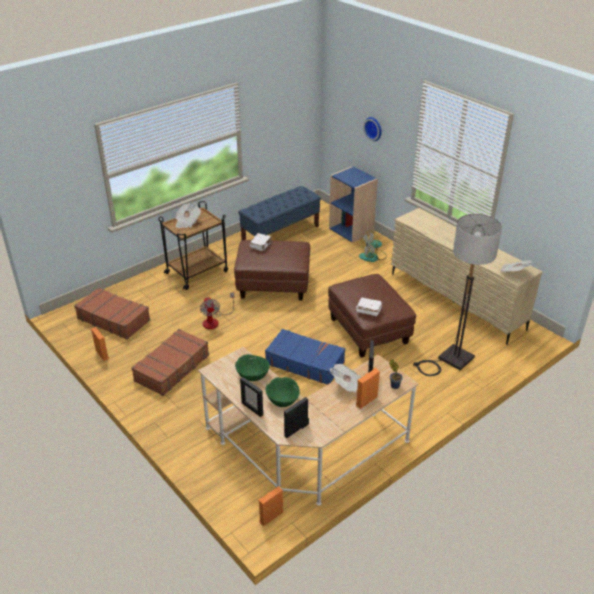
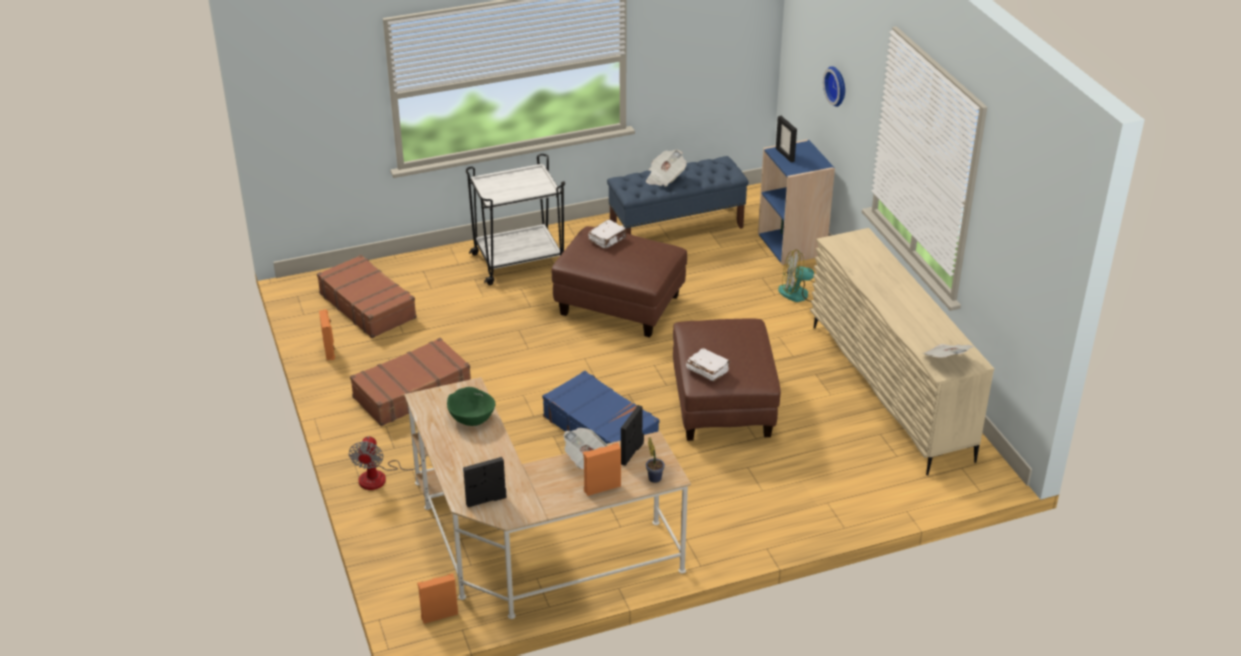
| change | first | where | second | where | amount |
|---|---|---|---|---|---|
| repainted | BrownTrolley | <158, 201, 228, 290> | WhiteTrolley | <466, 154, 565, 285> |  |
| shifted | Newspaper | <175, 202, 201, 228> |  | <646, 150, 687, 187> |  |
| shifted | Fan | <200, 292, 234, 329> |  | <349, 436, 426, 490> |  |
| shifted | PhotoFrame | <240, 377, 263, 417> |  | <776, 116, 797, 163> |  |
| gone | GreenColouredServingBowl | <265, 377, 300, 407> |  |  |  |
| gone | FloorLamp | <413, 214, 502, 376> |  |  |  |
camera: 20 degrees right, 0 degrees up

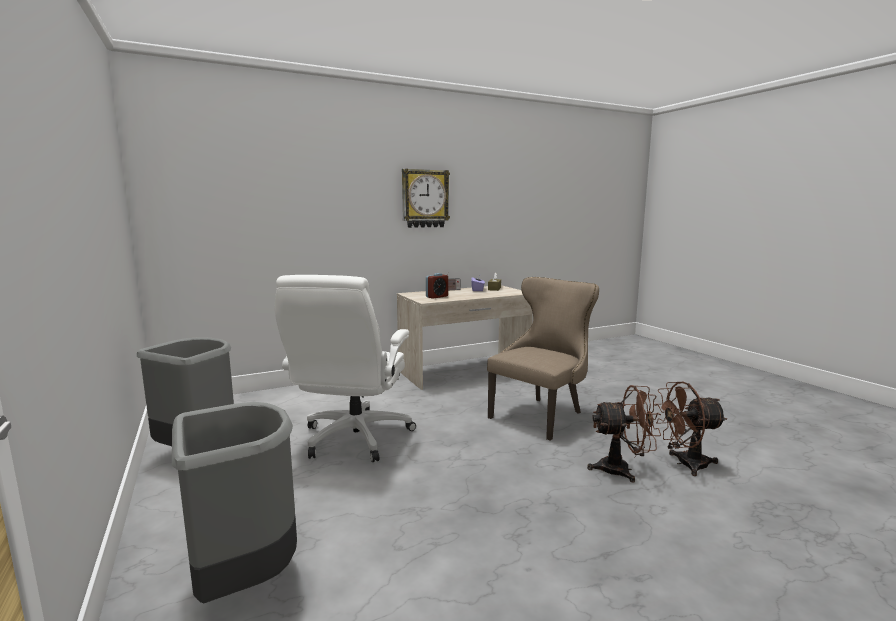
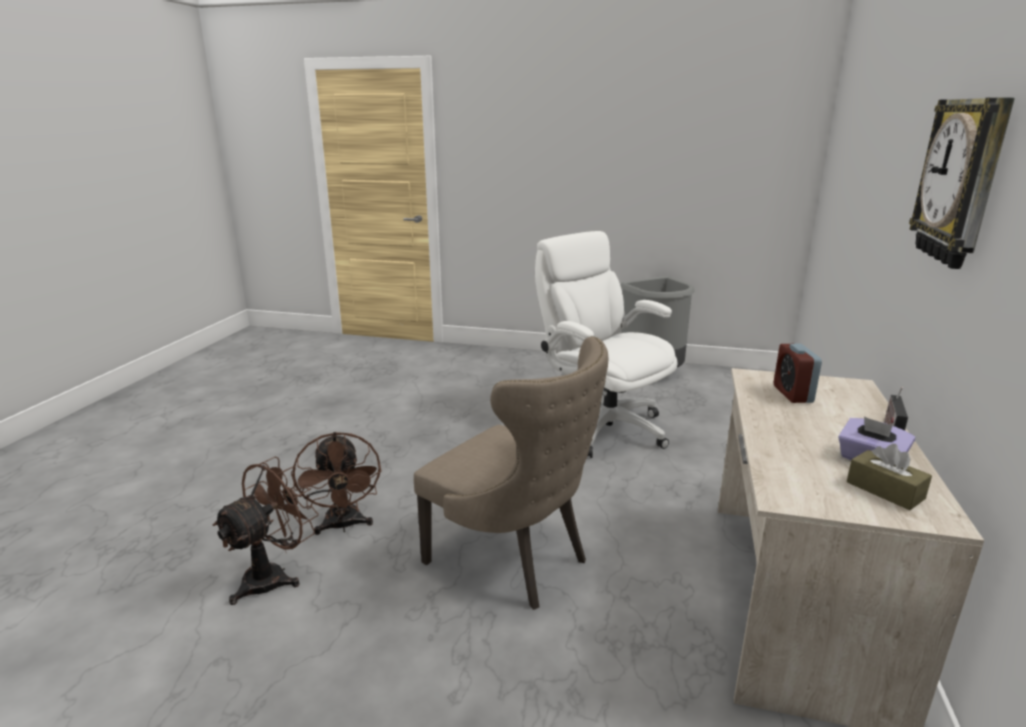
| change | first | where | second | where | amount |
|---|---|---|---|---|---|
| gone | GreyTrashCan | <172, 402, 297, 604> |  |  |  |
| rotated | SandColouredPlainChair | <487, 277, 599, 441> |  | <414, 336, 608, 610> | 45 degrees counterclockwise |
| rotated | BrownFan | <587, 385, 661, 482> |  | <293, 432, 382, 535> | 60 degrees counterclockwise |
camera: 130 degrees right, 10 degrees up

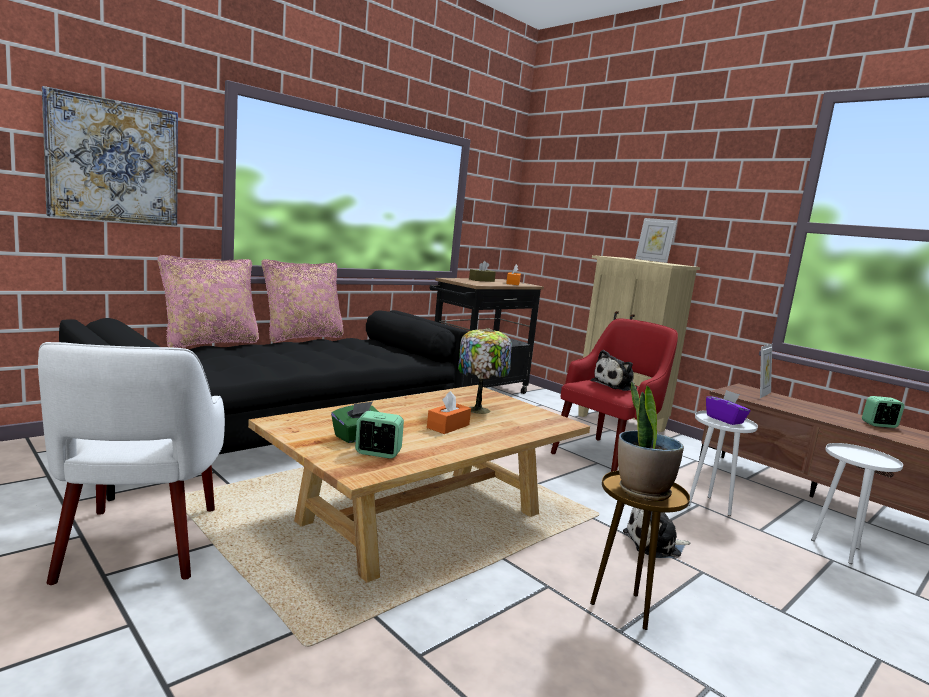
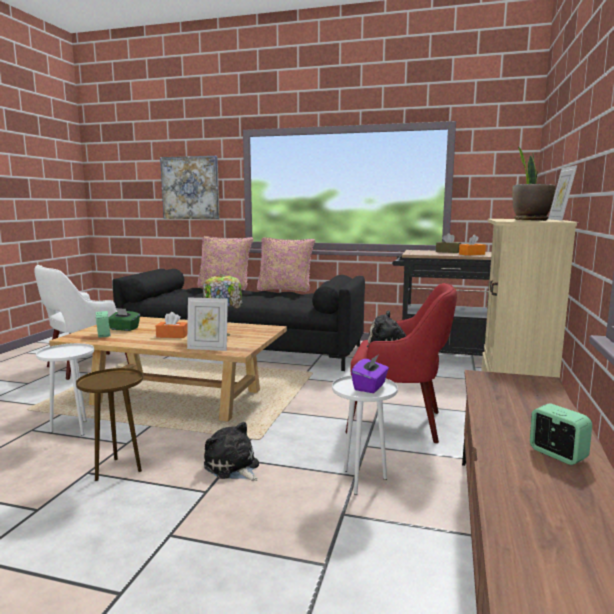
| change | first | where | second | where | amount |
|---|---|---|---|---|---|
| shifted | Houseplant | <618, 382, 684, 502> |  | <512, 146, 556, 221> |  |
| shifted | PhotoFrame | <760, 344, 772, 398> |  | <187, 297, 228, 351> |  |
| shifted | WhiteSideTable | <811, 443, 903, 564> |  | <36, 343, 94, 435> |  |
camera: 60 degrees right, 0 degrees up

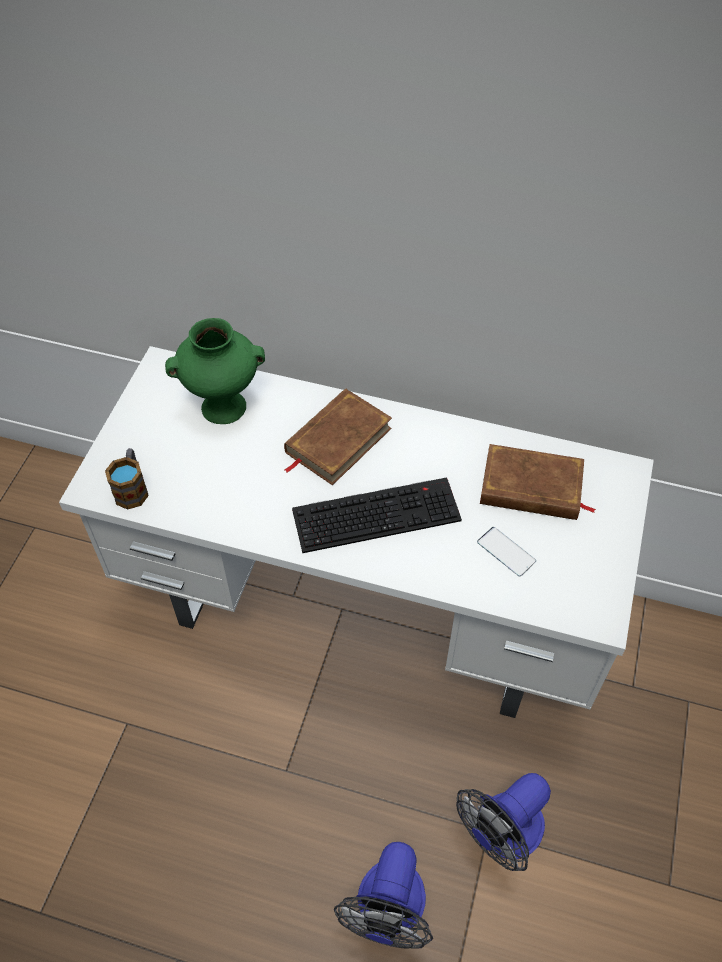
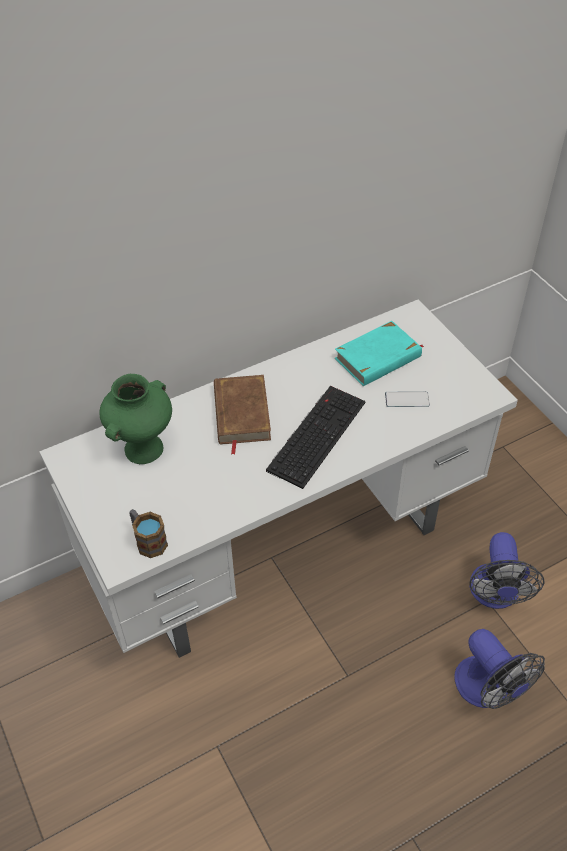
| change | first | where | second | where | amount |
|---|---|---|---|---|---|
| repainted | BrownBook | <480, 444, 596, 520> | TurquoiseColouredBook | <335, 321, 424, 386> |  |
camera: 45 degrees left, 5 degrees down

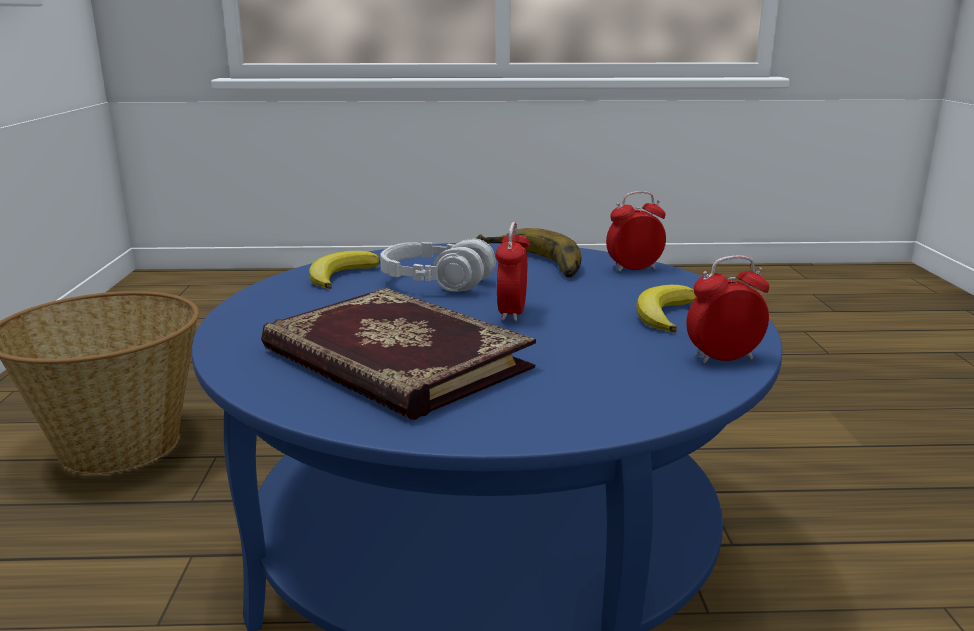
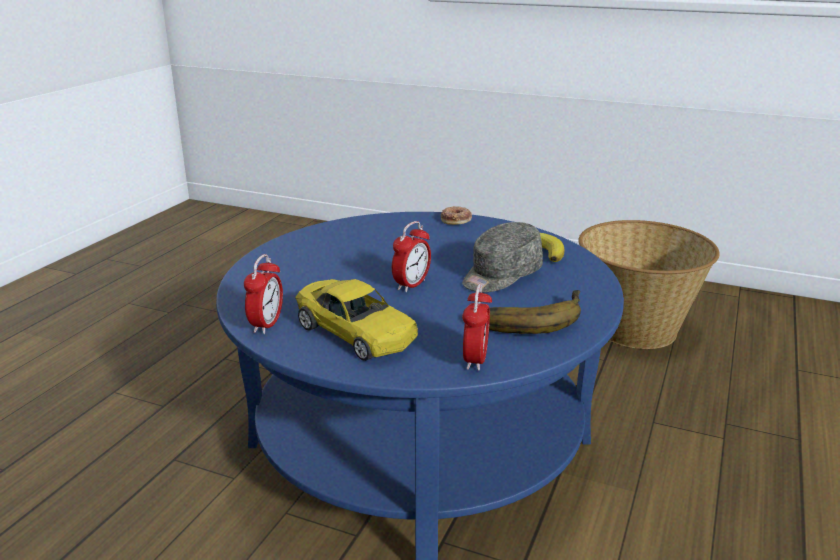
| change | first | where | second | where | amount |
|---|---|---|---|---|---|
| gone | Book | <261, 288, 536, 420> |  |  |  |
| swapped | GreyHeadphones | <380, 239, 496, 292> | GreyBaseballCap | <462, 222, 543, 292> |  |
| rotated | BedsideClock | <495, 222, 530, 321> |  | <392, 221, 431, 292> | 90 degrees clockwise |
| swapped | WholeBanana | <636, 285, 696, 333> | YellowModelCar | <295, 279, 418, 361> |  |
| new |  |  | Doughnut | <441, 206, 472, 225> |  |
camera: 115 degrees right, 5 degrees up

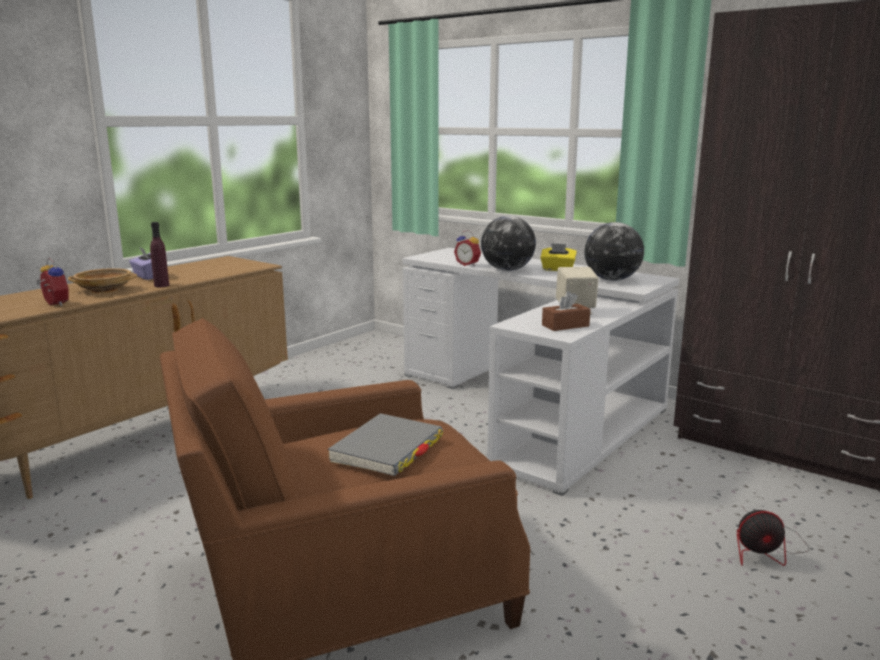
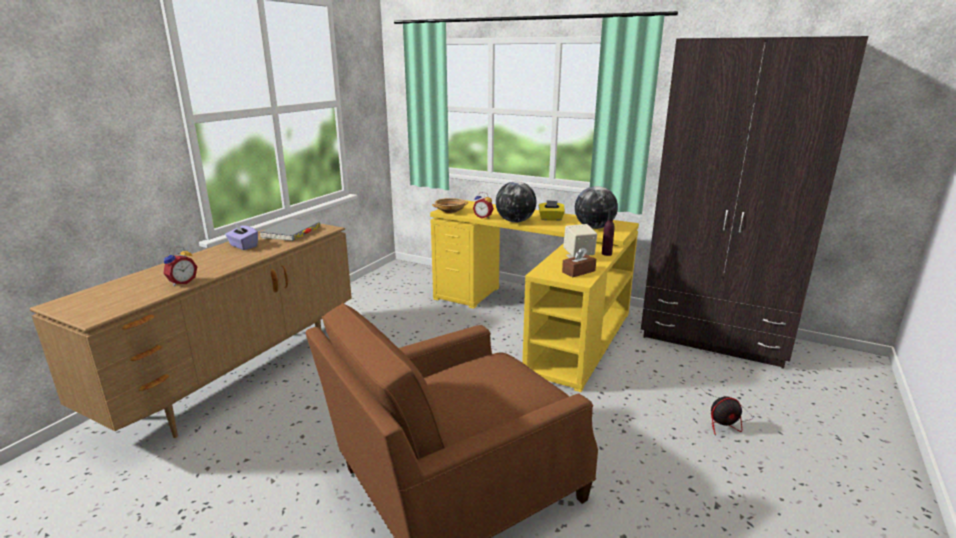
| change | first | where | second | where | amount |
|---|---|---|---|---|---|
| rotated | BedsideClock | <36, 258, 69, 306> |  | <163, 247, 197, 286> | 90 degrees clockwise |
| shifted | SandColouredServingBowl | <68, 268, 137, 293> |  | <432, 198, 468, 213> |  |
| shifted | PurplishDrinkBottle | <150, 222, 169, 287> |  | <602, 209, 614, 256> |  |
| shifted | GreyBook | <328, 413, 443, 476> |  | <260, 219, 321, 241> |  |
| repainted | WhiteDeskTable | <403, 248, 679, 496> | YellowDeskTable | <430, 200, 639, 392> |  |
camera: 10 degrees left, 5 degrees up

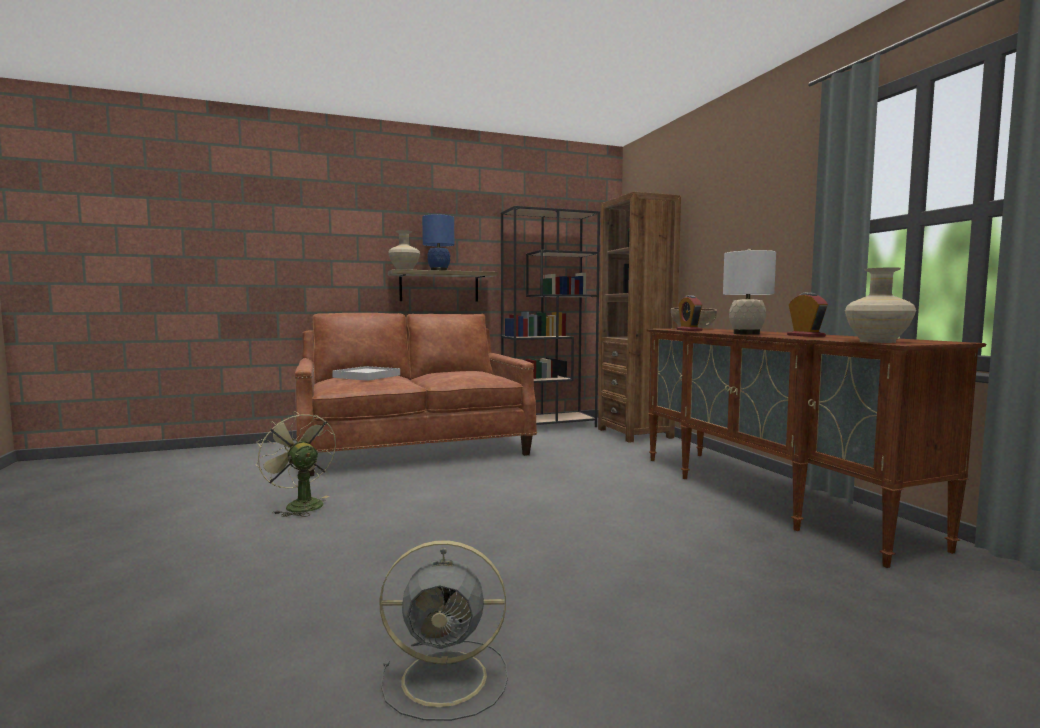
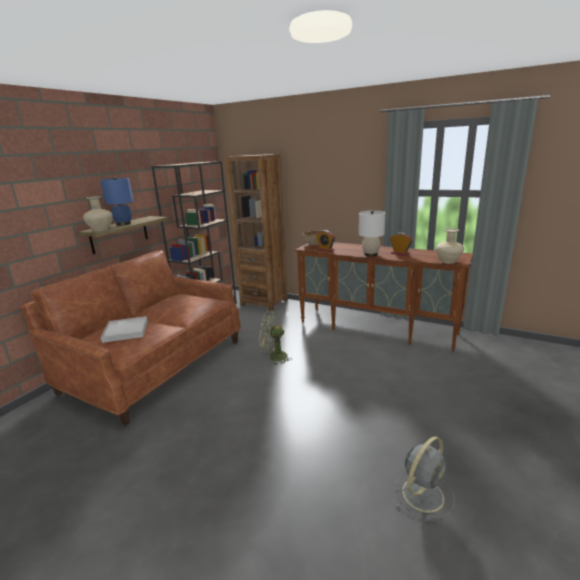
| change | first | where | second | where | amount |
|---|---|---|---|---|---|
| shifted | GreenColouredFan | <255, 411, 336, 517> |  | <259, 310, 290, 365> |  |
camera: 40 degrees left, 15 degrees up

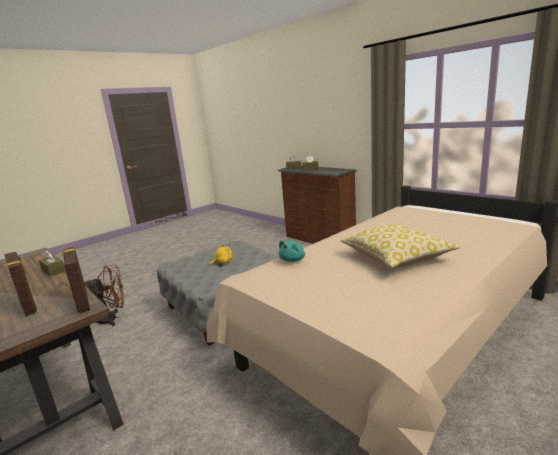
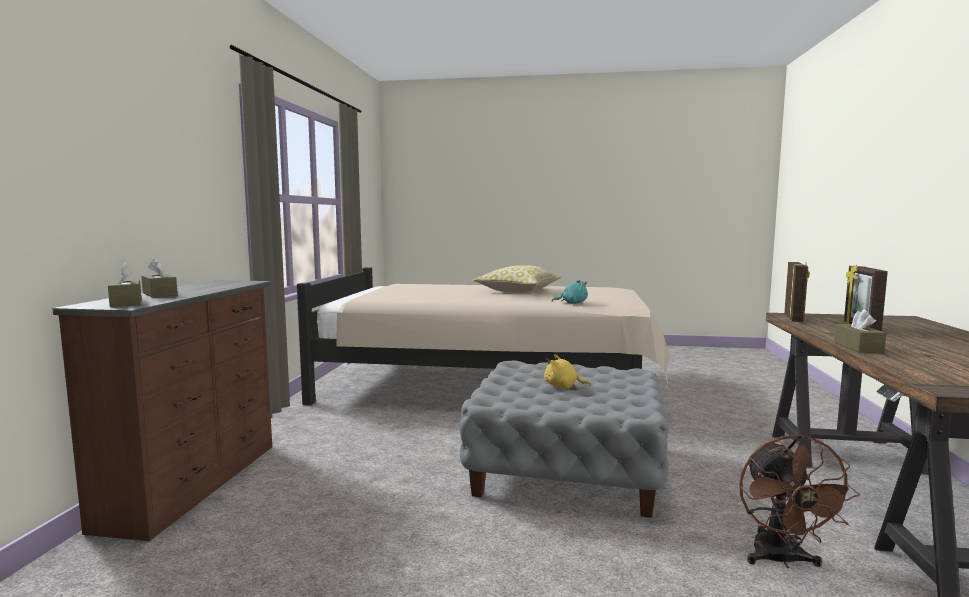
| change | first | where | second | where | amount |
|---|---|---|---|---|---|
| rotated | BrownFan | <84, 264, 125, 326> |  | <739, 434, 860, 568> | 120 degrees counterclockwise |
camera: 130 degrees left, 10 degrees down

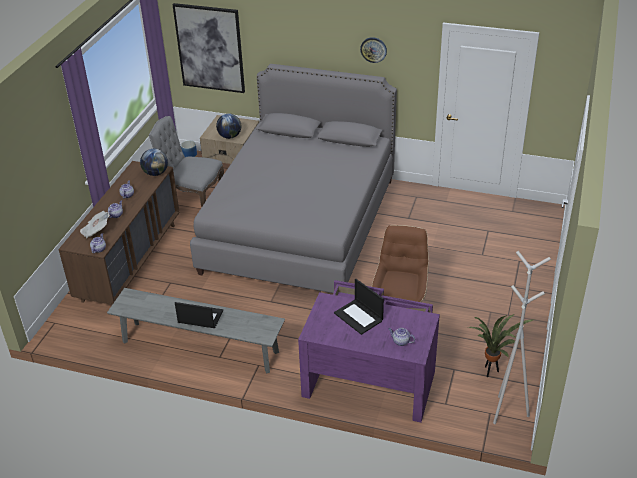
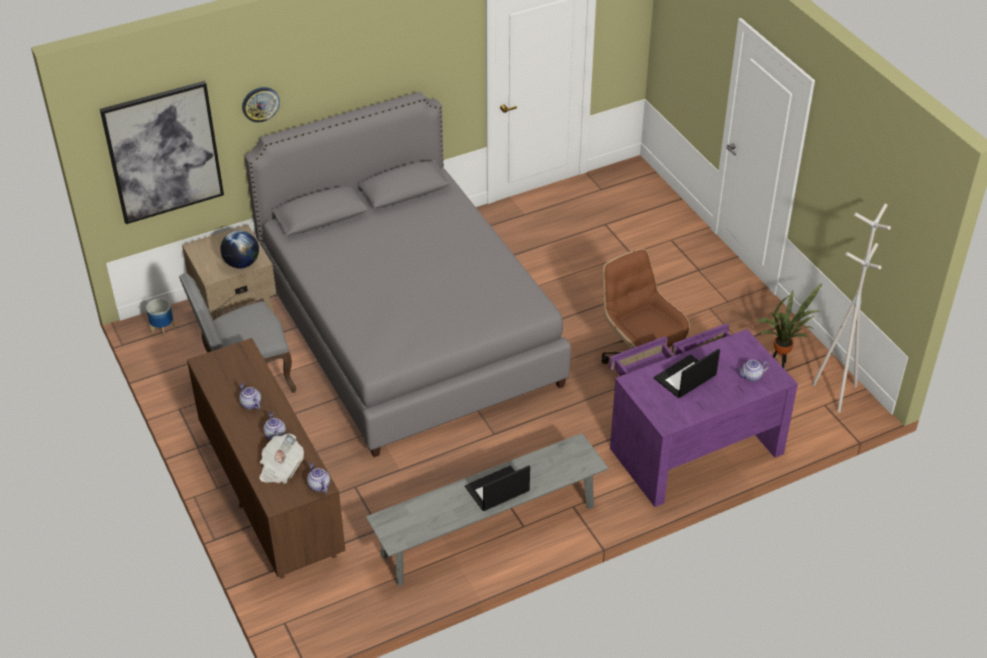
| change | first | where | second | where | amount |
|---|---|---|---|---|---|
| gone | WorldGlobe | <140, 149, 168, 176> |  |  |  |
| rotated | NotebookComputer | <334, 279, 384, 335> |  | <654, 349, 720, 398> | 135 degrees clockwise |
| shifted | HangingClock | <360, 37, 387, 63> |  | <242, 87, 280, 122> |  |
camera: 45 degrees left, 5 degrees up

